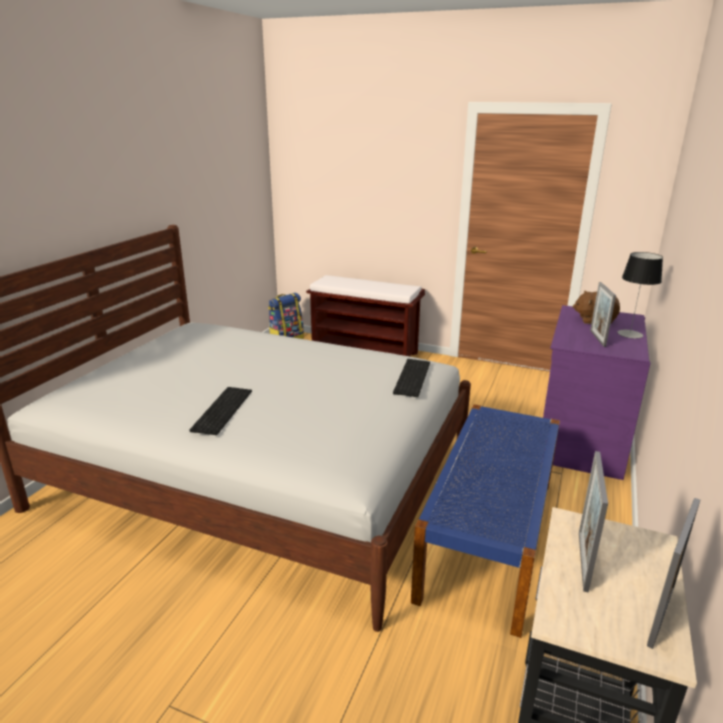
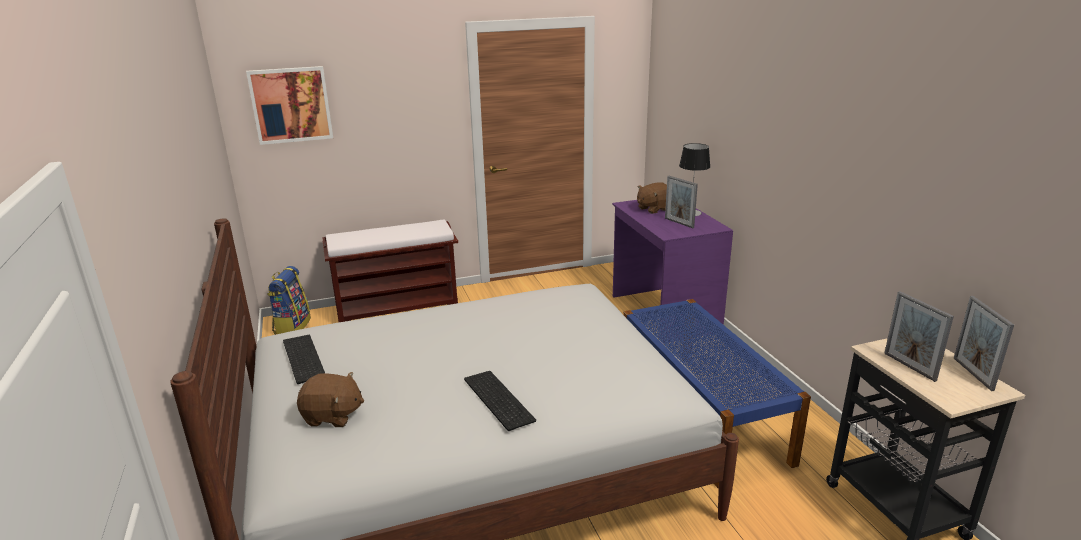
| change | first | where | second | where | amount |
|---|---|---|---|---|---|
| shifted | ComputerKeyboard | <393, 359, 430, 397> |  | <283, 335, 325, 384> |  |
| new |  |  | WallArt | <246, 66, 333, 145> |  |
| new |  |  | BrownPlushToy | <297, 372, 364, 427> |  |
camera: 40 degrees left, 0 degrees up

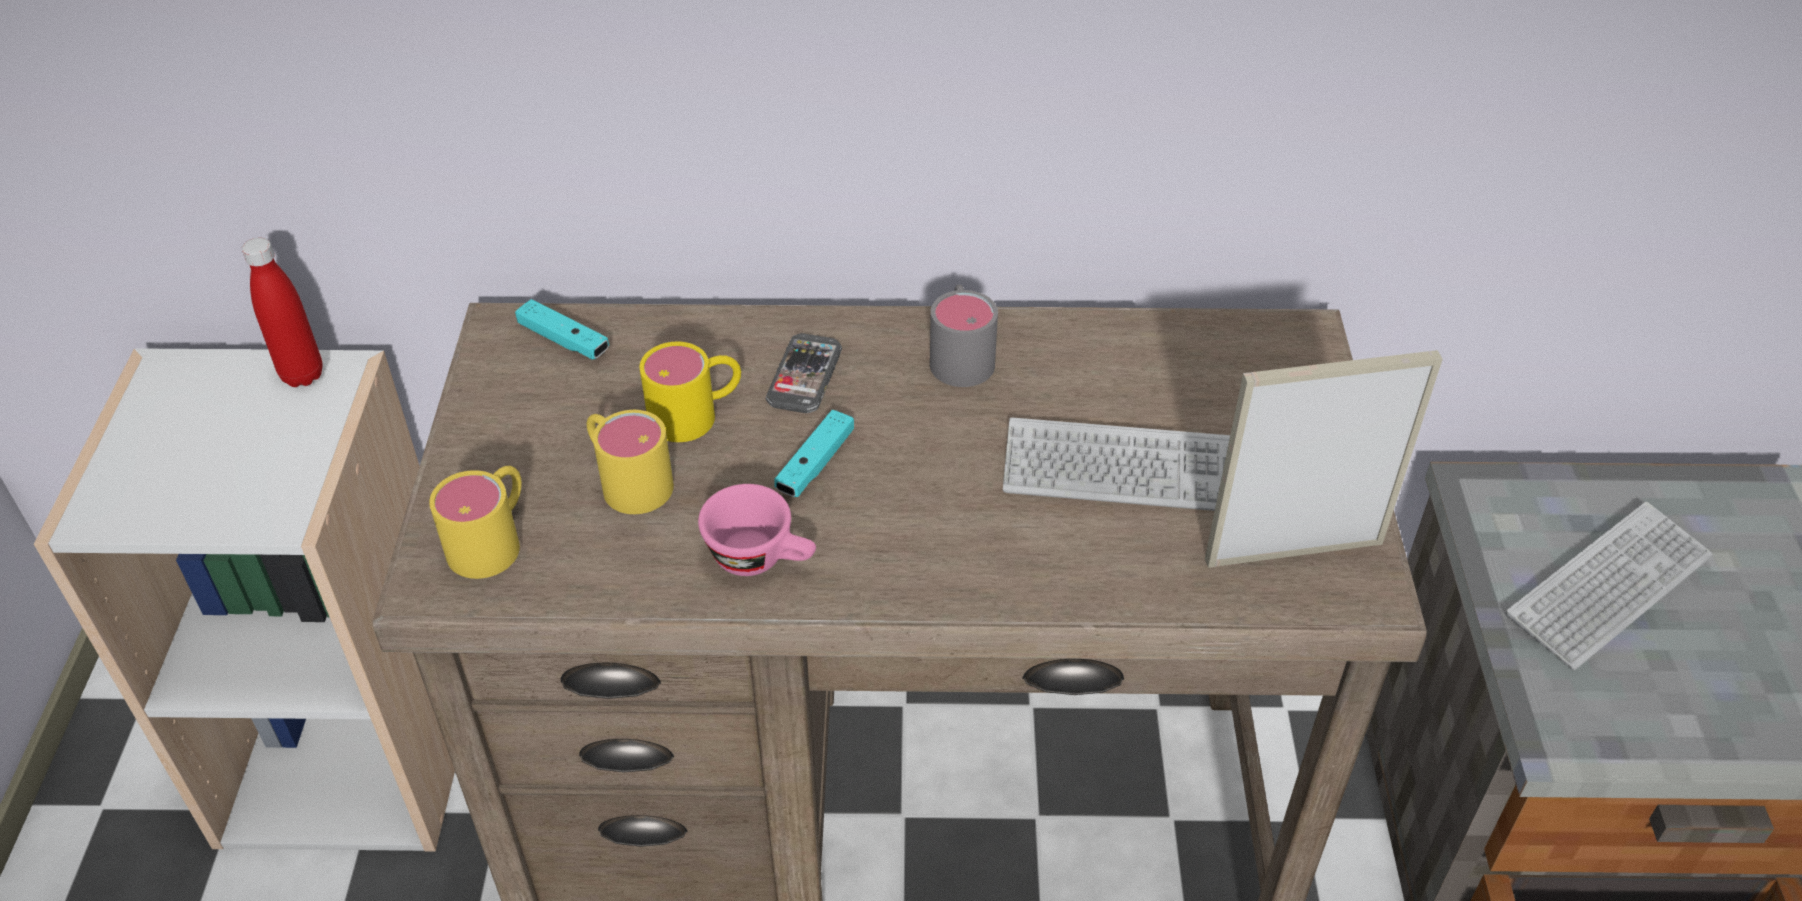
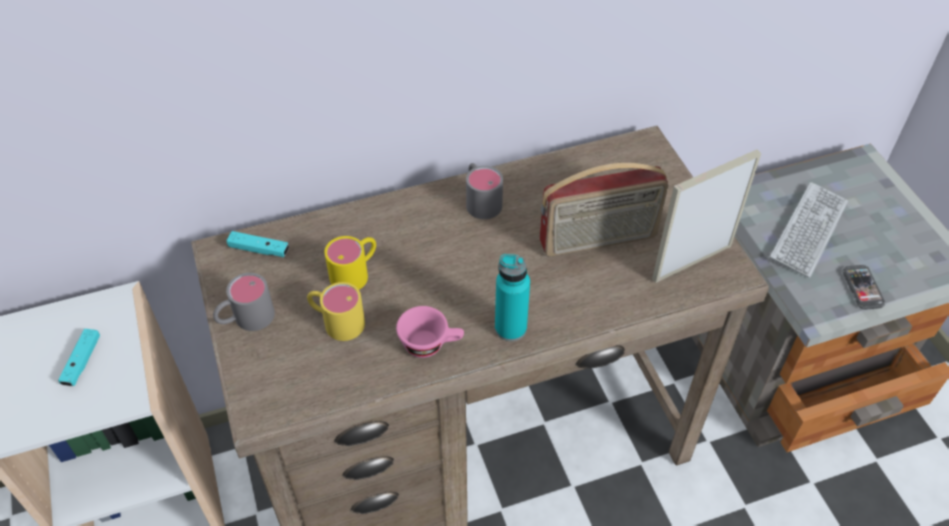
| change | first | where | second | where | amount |
|---|---|---|---|---|---|
| gone | RedDrinkBottle | <242, 238, 323, 387> |  |  |  |
| gone | YellowMug | <429, 466, 522, 579> |  |  |  |
| shifted | Telephone | <766, 333, 842, 413> |  | <842, 265, 885, 310> |  |
| shifted | TurquoiseColouredGamepad | <774, 410, 854, 497> |  | <58, 329, 100, 386> |  |
| swapped | ComputerKeyboard | <1003, 417, 1230, 511> | Radio | <540, 163, 668, 257> |  |
| new |  |  | GreyMug | <213, 273, 275, 331> |  |
| new |  |  | TurquoiseColouredDrinkBottle | <495, 254, 530, 341> |  |
camera: 20 degrees left, 5 degrees up

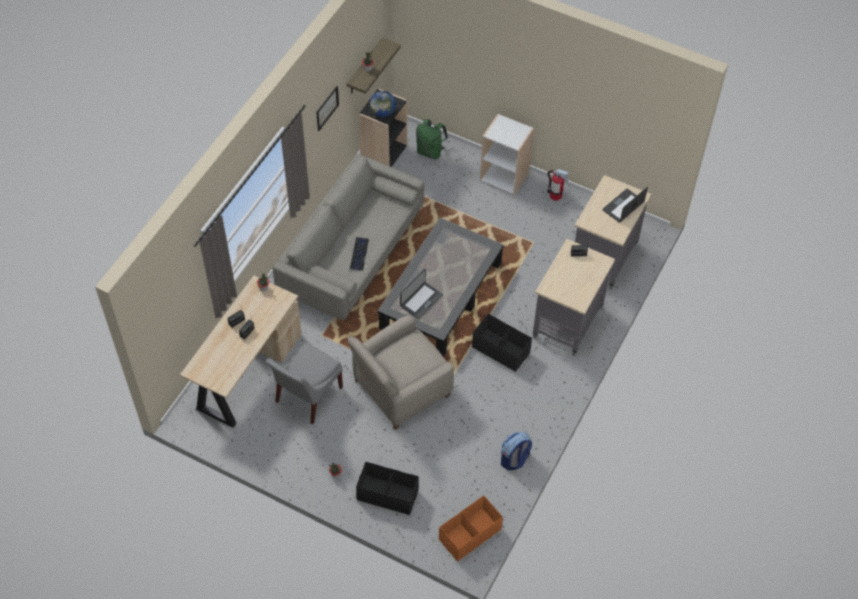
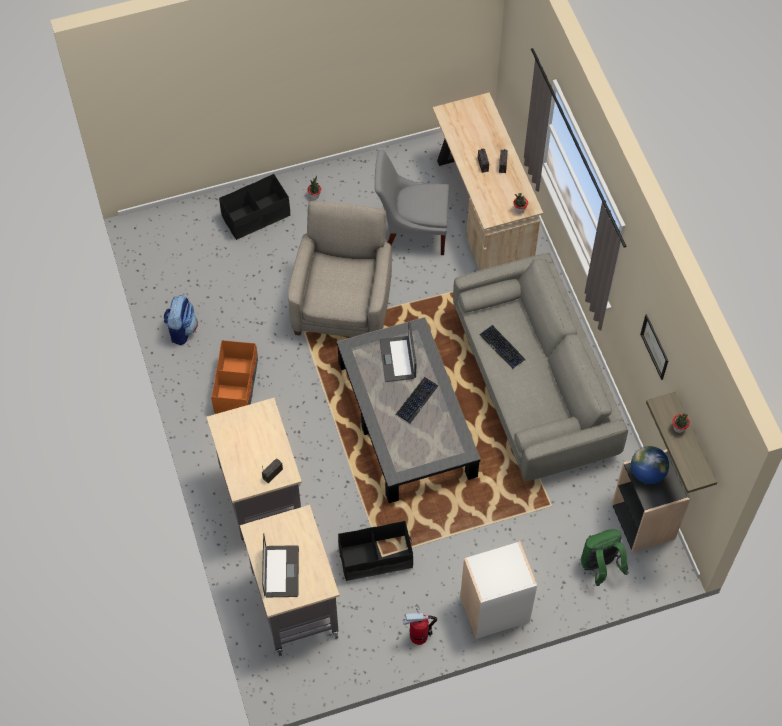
| change | first | where | second | where | amount |
|---|---|---|---|---|---|
| rotated | GreyPlainChair | <266, 343, 343, 424> |  | <375, 150, 449, 255> | 75 degrees counterclockwise |
| shifted | OrangeyStorageBin | <439, 495, 503, 562> |  | <211, 340, 258, 414> |  |
| shifted | BlackColouredStorageBin | <472, 314, 532, 372> |  | <338, 521, 413, 581> |  |
| new |  |  | ComputerKeyboard | <395, 377, 438, 424> |  |
camera: 135 degrees right, 5 degrees up

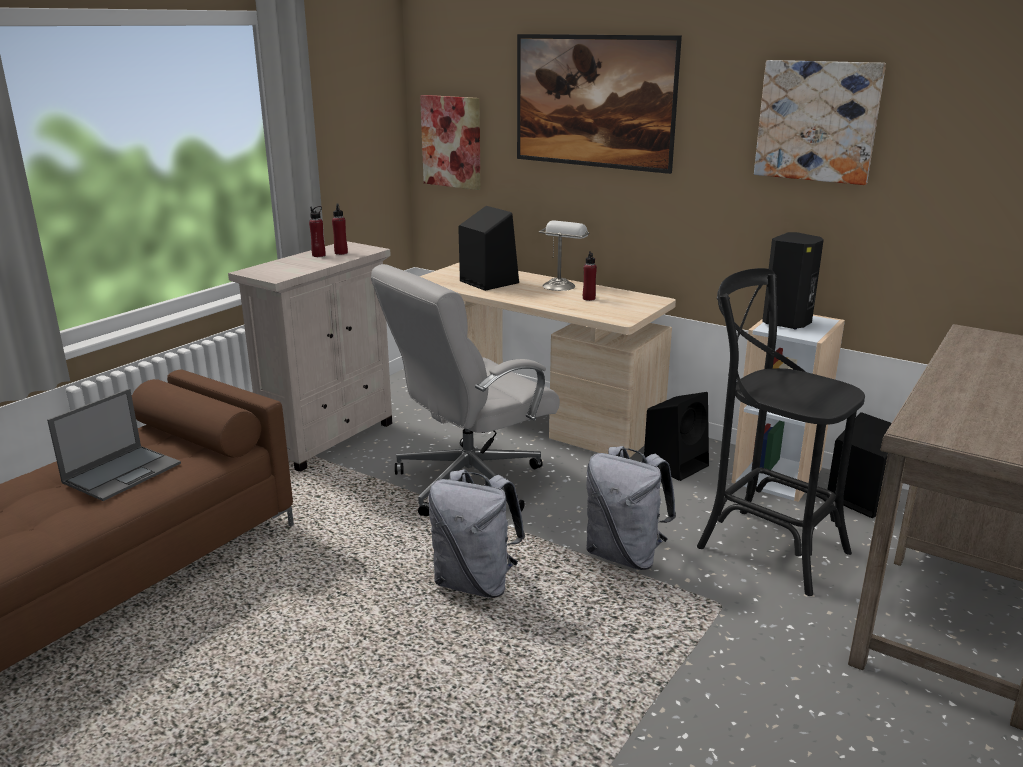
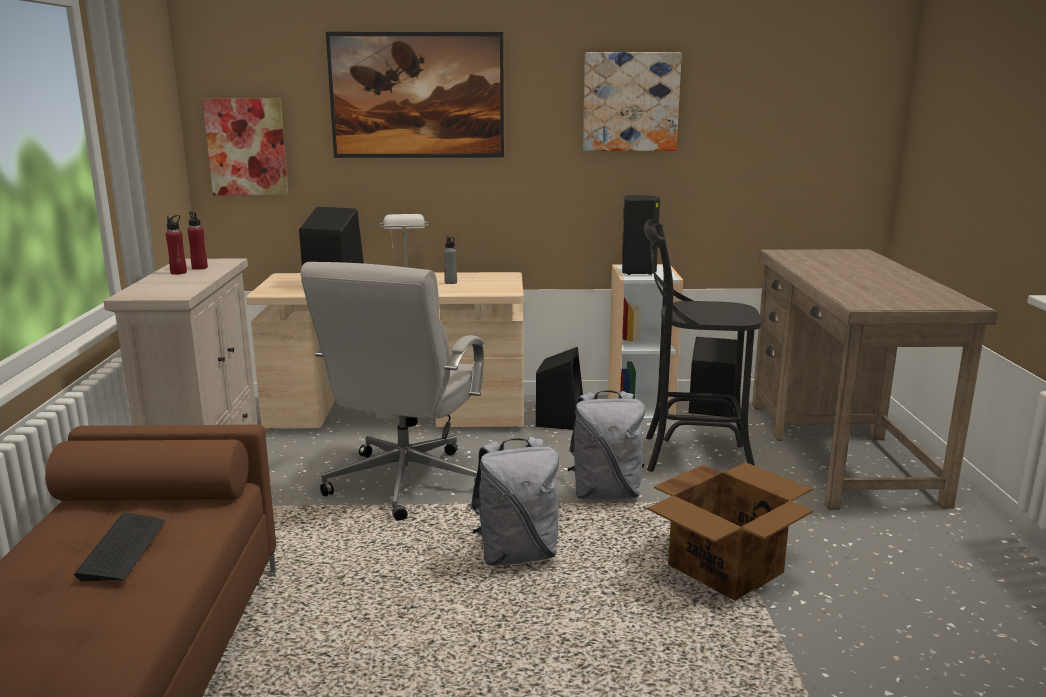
| change | first | where | second | where | amount |
|---|---|---|---|---|---|
| swapped | NotebookComputer | <47, 389, 181, 501> | ComputerKeyboard | <73, 513, 165, 581> |  |
| repainted | RedDrinkBottle | <583, 251, 597, 301> | GreyDrinkBottle | <444, 236, 457, 284> |  |
| new |  |  | Carton | <647, 462, 813, 601> |  |
camera: 35 degrees left, 5 degrees down

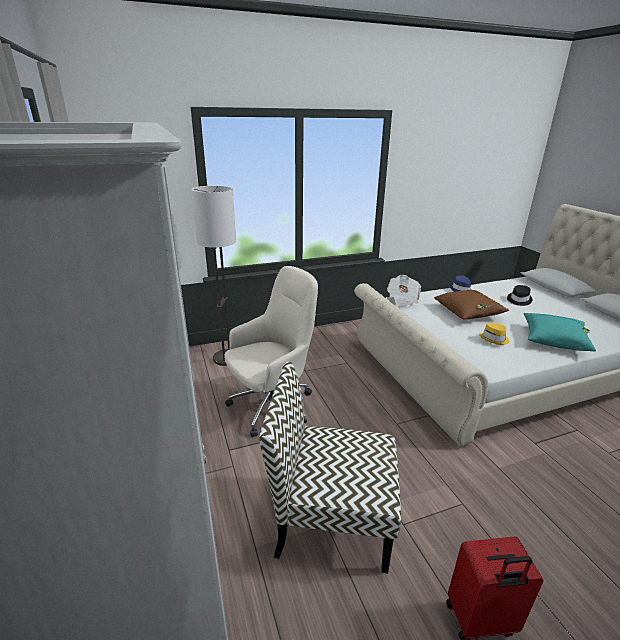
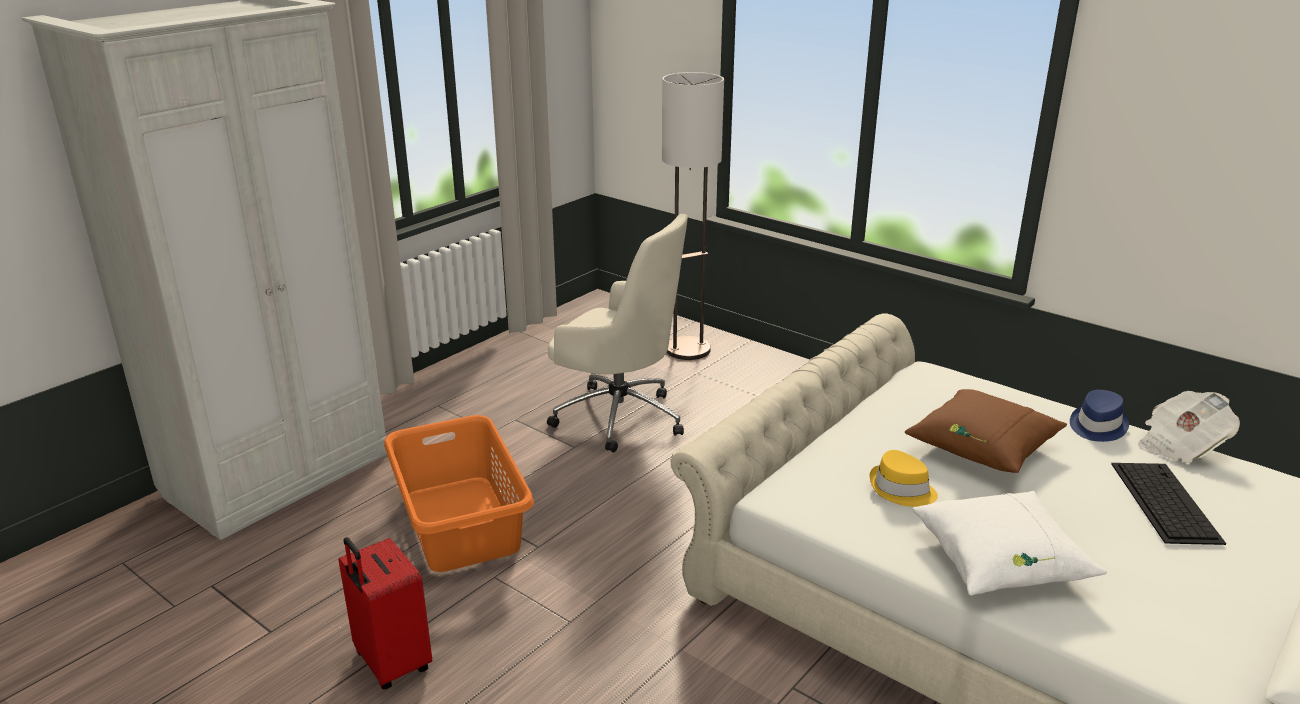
| change | first | where | second | where | amount |
|---|---|---|---|---|---|
| swapped | PlainChair | <259, 362, 401, 574> | OrangeyLaundryBasket | <384, 415, 534, 572> |  |
| shifted | Newspaper | <387, 275, 421, 307> |  | <1138, 391, 1240, 463> |  |
| swapped | BlackColouredHat | <507, 285, 532, 306> | ComputerKeyboard | <1111, 463, 1226, 545> |  |
| repainted | TurquoiseColouredThrowPillow | <524, 313, 596, 352> | WhiteThrowPillow | <912, 491, 1107, 596> |  |
camera: 60 degrees right, 0 degrees up

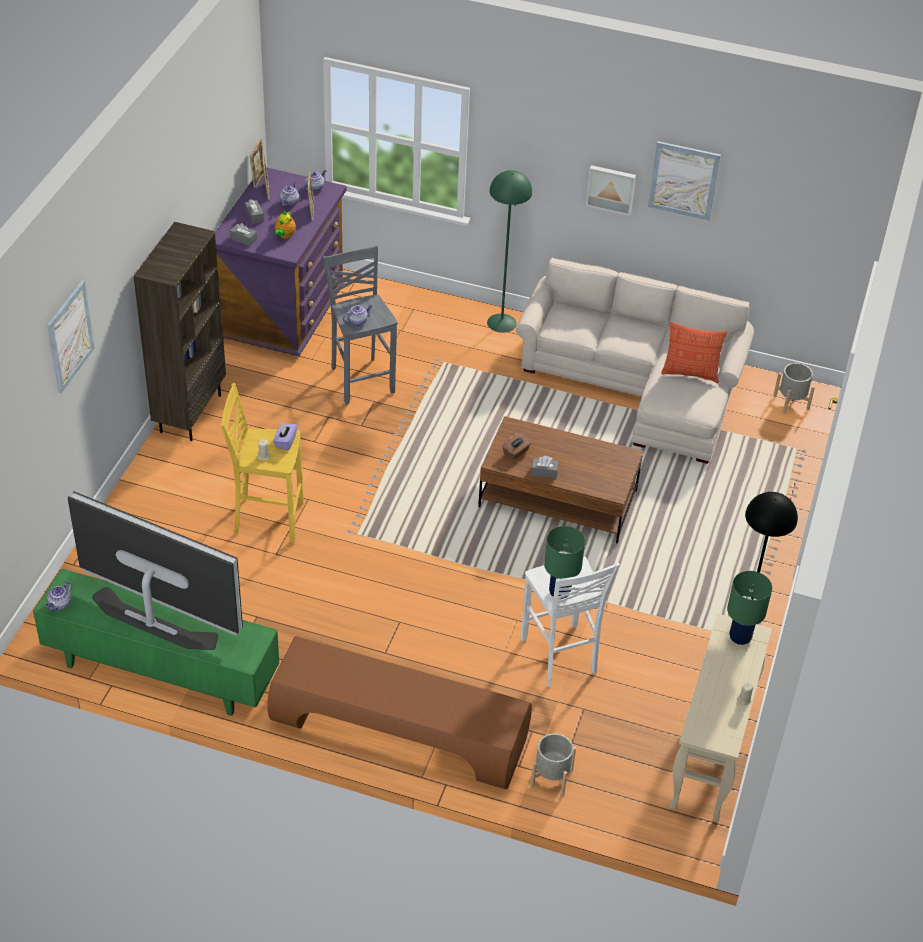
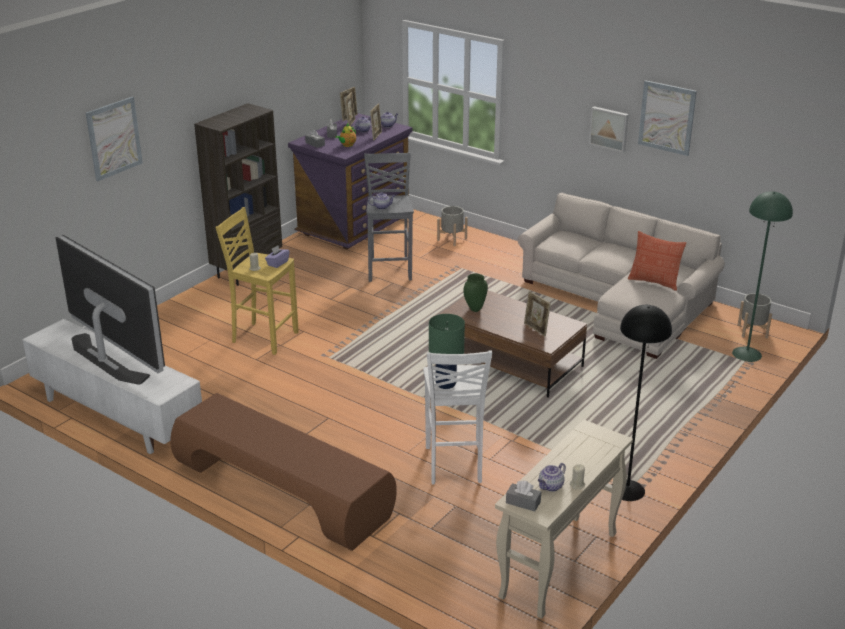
| change | first | where | second | where | amount |
|---|---|---|---|---|---|
| repainted | GreenColouredMediaConsole | <33, 569, 279, 716> | WhiteMediaConsole | <23, 319, 202, 454> |  |
| shifted | PotForTea | <46, 581, 72, 611> |  | <538, 463, 566, 492> |  |
| shifted | GreenColouredFloorLamp | <487, 170, 532, 333> |  | <732, 191, 793, 362> |  |
| swapped | BrownTissueHolder | <502, 433, 531, 460> | GreenColouredDecorativeVase | <464, 273, 488, 312> |  |
| shifted | GreyPlantPot | <530, 733, 576, 796> |  | <437, 206, 468, 246> |  |
| shifted | GreyTissueHolder | <531, 456, 558, 478> |  | <506, 481, 541, 512> |  |
| gone | GreenColouredTableLamp | <727, 571, 772, 645> |  |  |  |
| new |  |  | PhotoFrame | <524, 291, 551, 336> |  |
camera: 20 degrees right, 15 degrees down

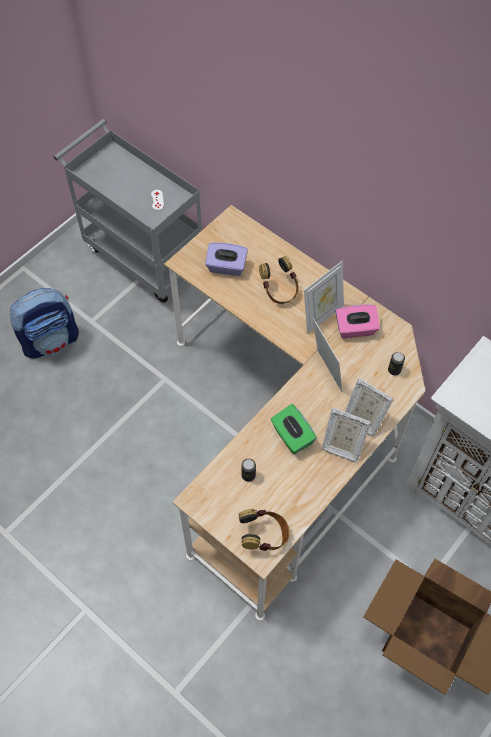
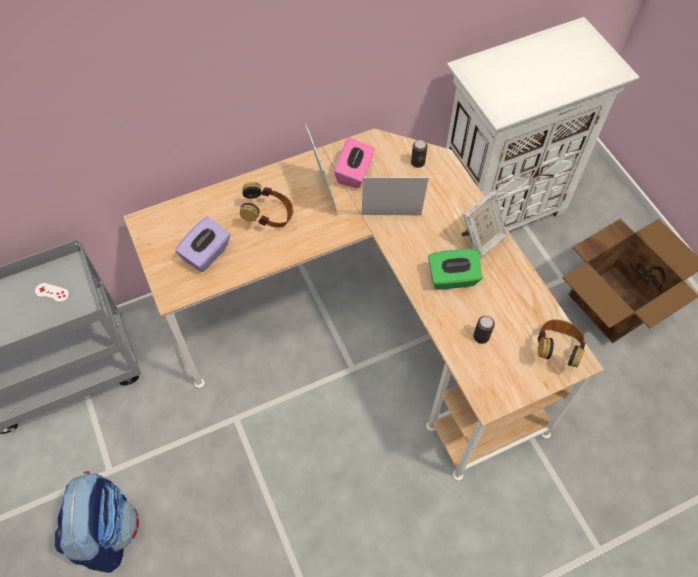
| change | first | where | second | where | amount |
|---|---|---|---|---|---|
| gone | PhotoFrame | <345, 378, 393, 436> |  |  |  |
camera: 65 degrees left, 0 degrees up

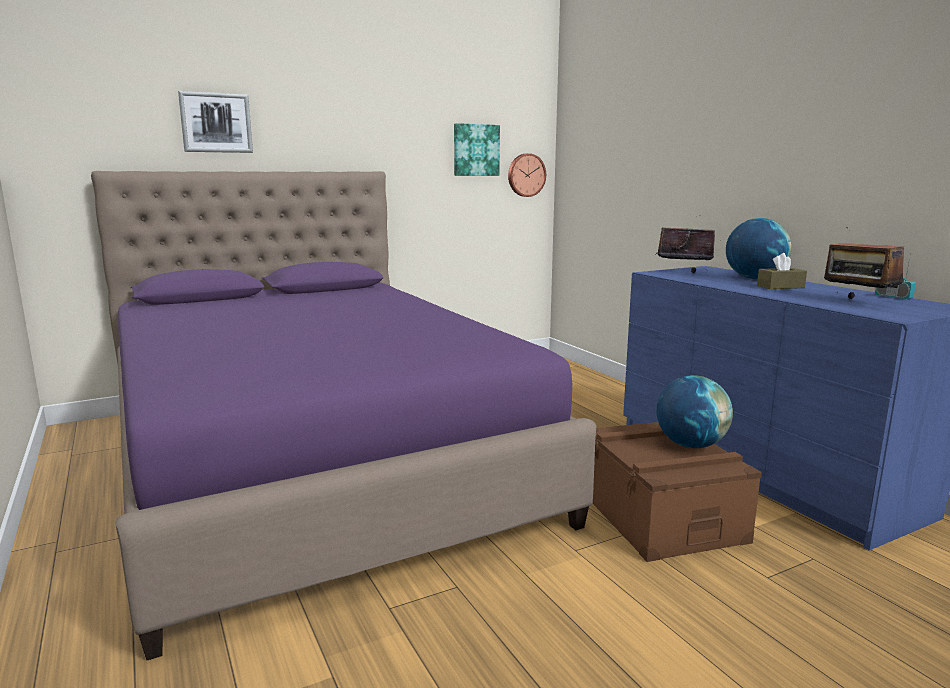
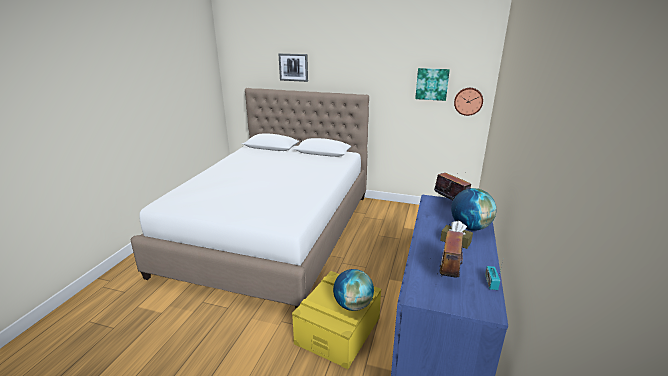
| change | first | where | second | where | amount |
|---|---|---|---|---|---|
| repainted | PurplishBed | <91, 171, 596, 660> | WhiteBed | <131, 88, 369, 308> |  |
| repainted | BrownStorageBin | <593, 422, 762, 562> | YellowStorageBin | <292, 271, 381, 369> |  |
camera: 45 degrees right, 10 degrees up

